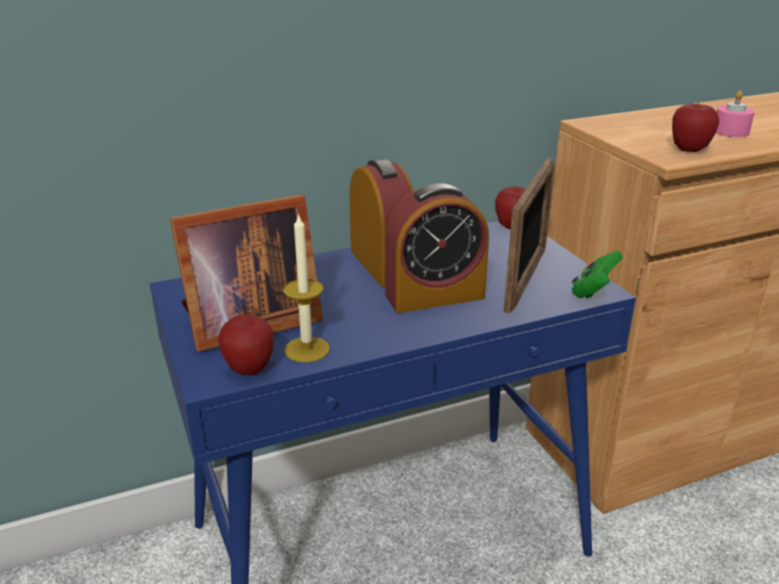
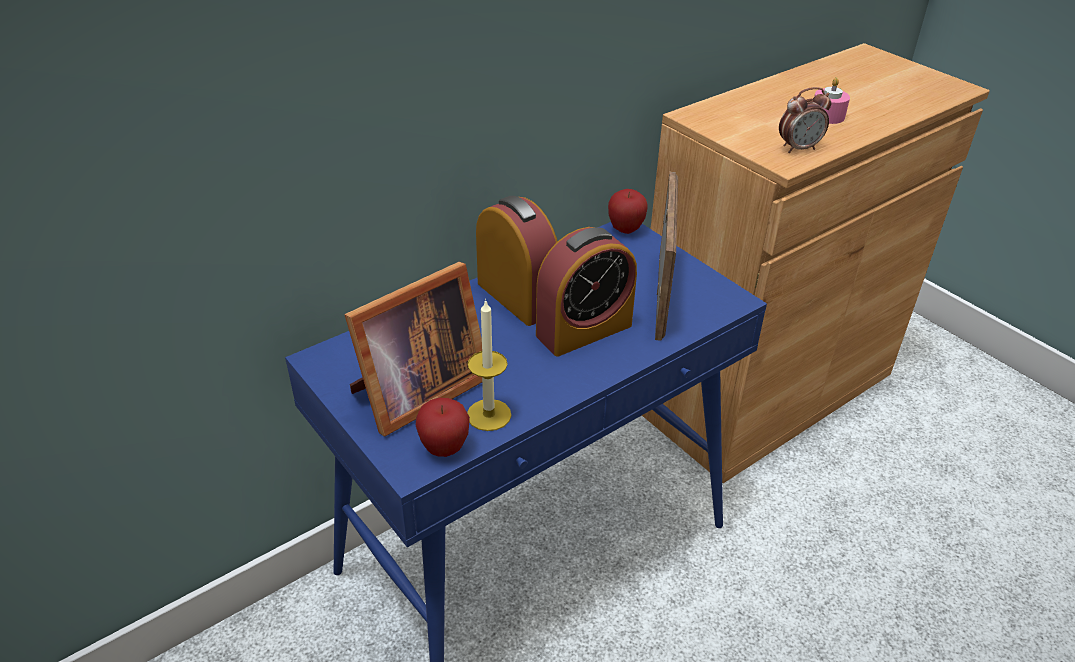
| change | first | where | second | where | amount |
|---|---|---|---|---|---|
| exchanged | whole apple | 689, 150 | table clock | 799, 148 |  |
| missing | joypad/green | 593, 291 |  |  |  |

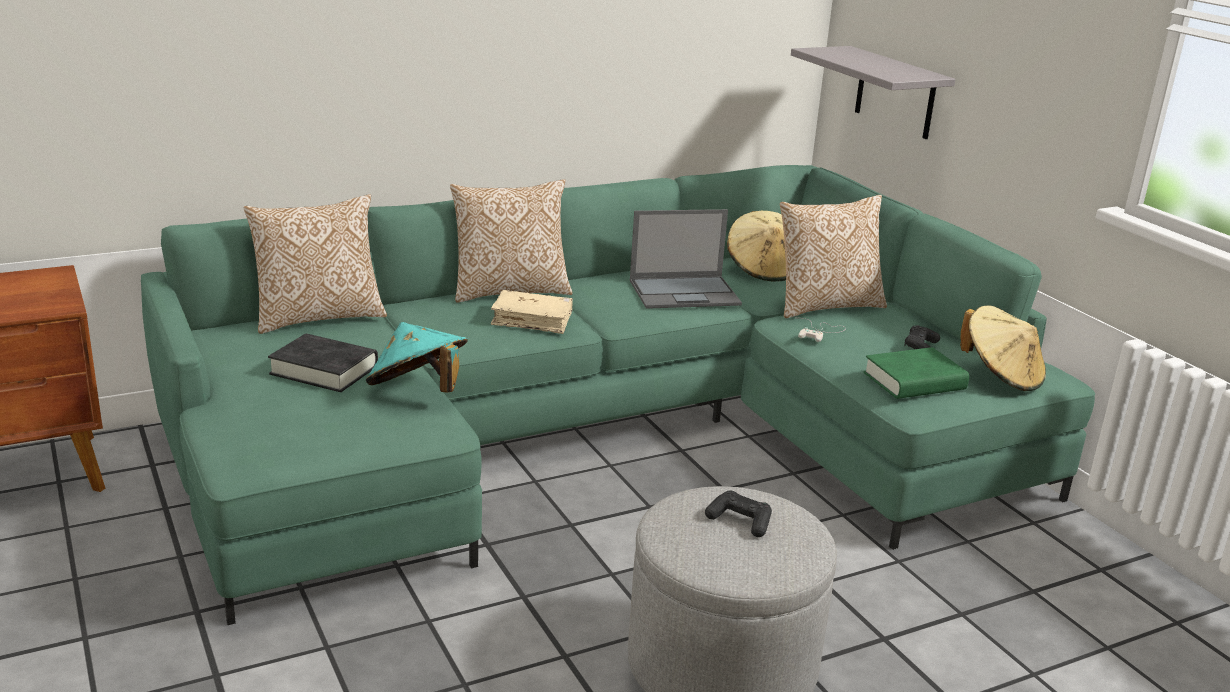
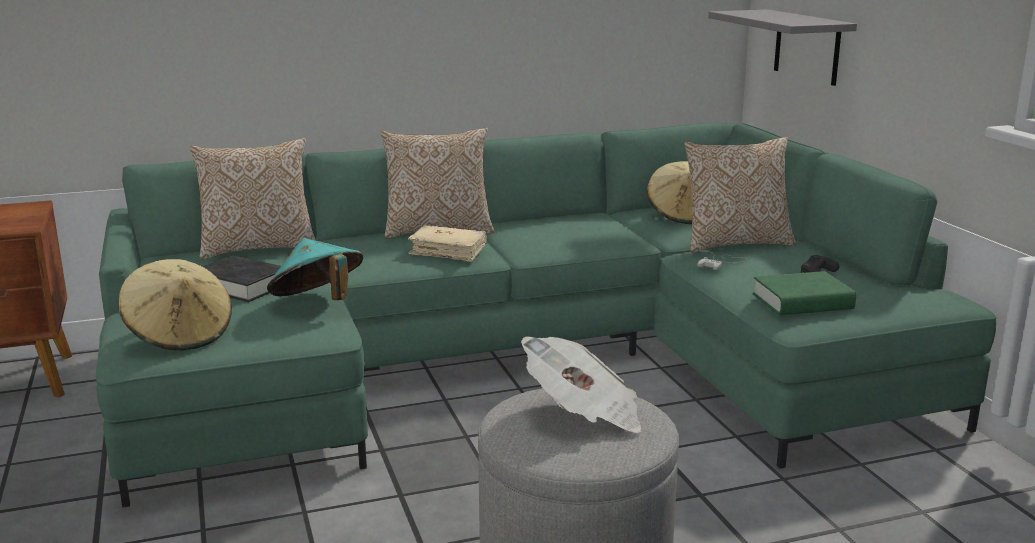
| change | first | where | second | where | amount |
|---|---|---|---|---|---|
| relocated | wearable hat/beige | 1000, 376 |  | 180, 335 |  |
| exchanged | joypad/blackish | 740, 521 | newspaper | 584, 414 |  |
| missing | portable computer | 685, 292 |  |  |  |

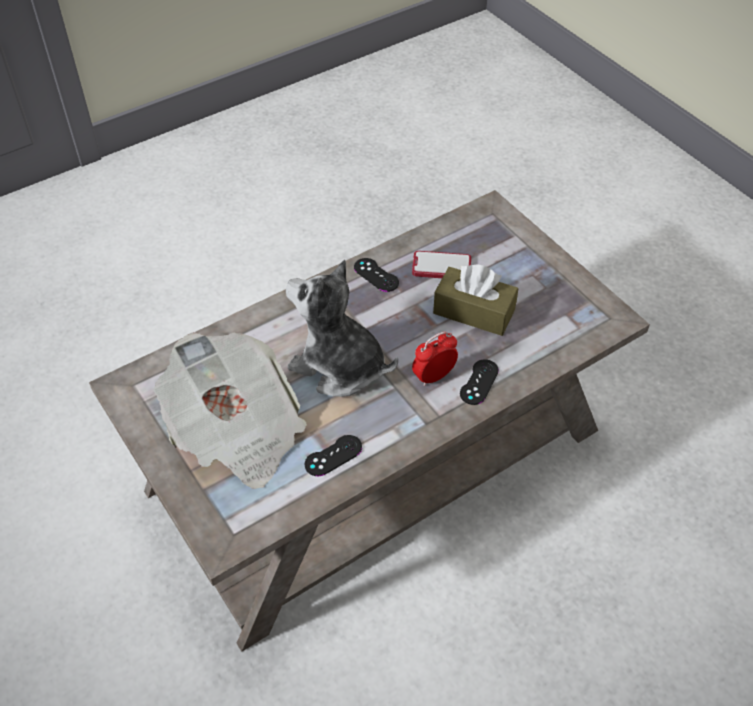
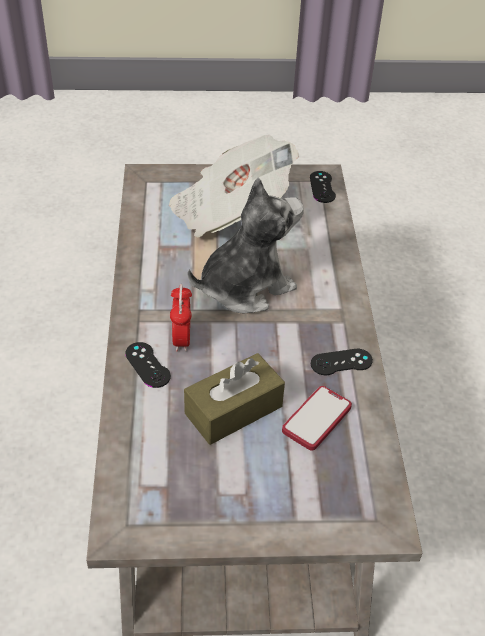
| change | first | where | second | where | amount |
|---|---|---|---|---|---|
| relocated | joypad/blackish | 333, 456 |  | 322, 187 |  |

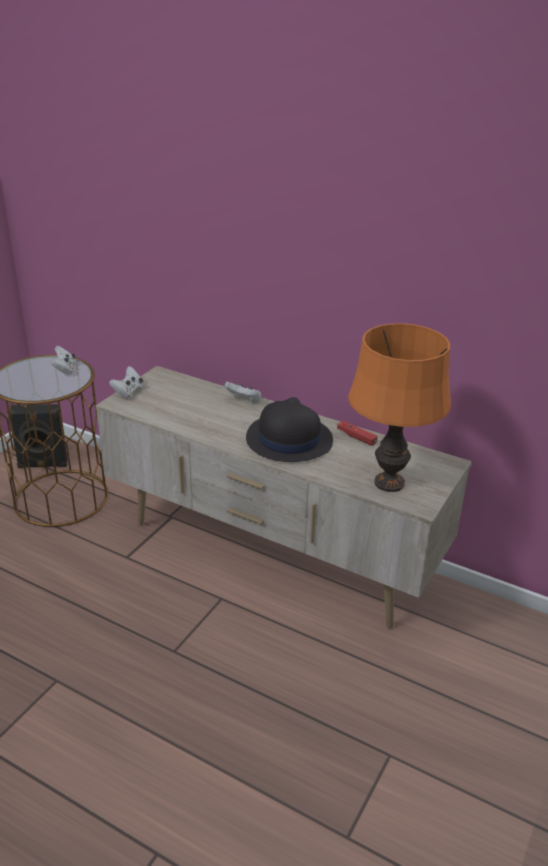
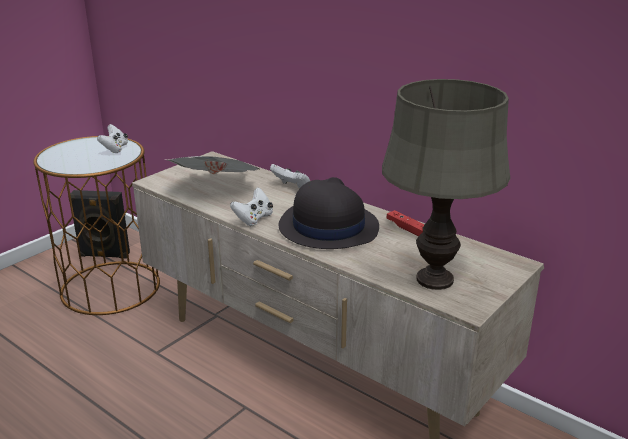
| change | first | where | second | where | amount |
|---|---|---|---|---|---|
| appeared |  |  | newspaper | 217, 189 |  |
| relocated | joypad/whitish | 128, 392 |  | 254, 219 |  |
| colour | lamp for a table/orange-coloured | 389, 483 | lamp for a table/greyish | 434, 280 |  |

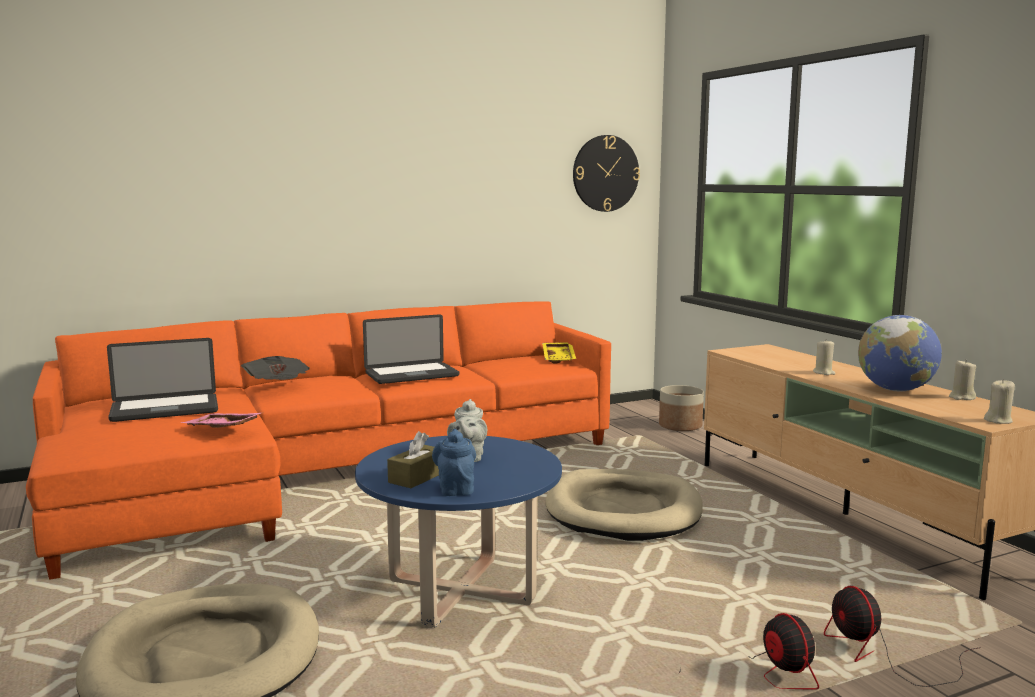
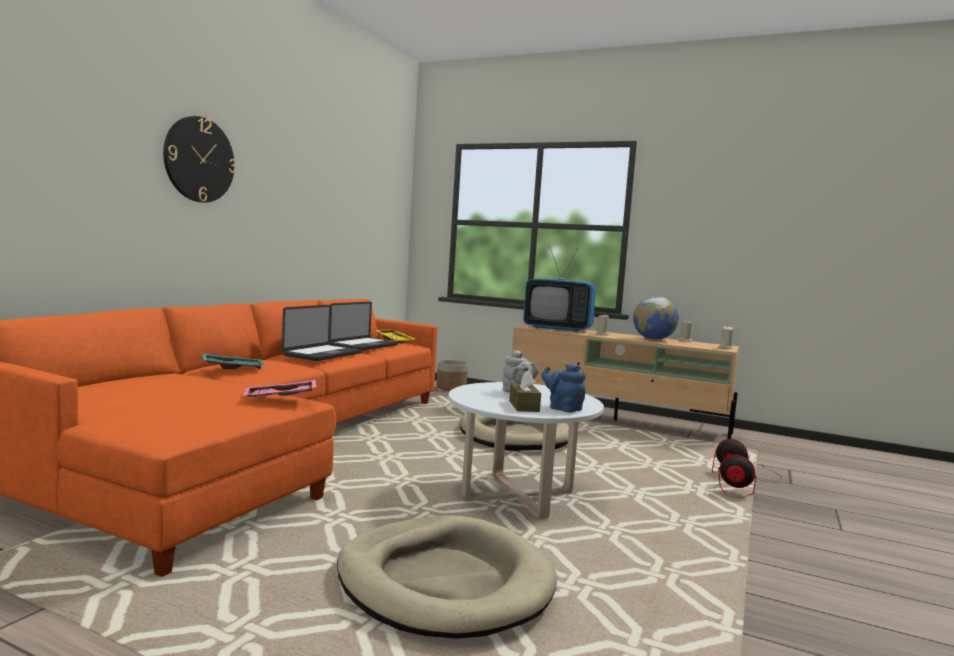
| change | first | where | second | where | amount |
|---|---|---|---|---|---|
| relocated | wall clock | 605, 173 |  | 199, 160 |  |
| exchanged | newspaper | 278, 387 | serving tray/blue-green | 233, 368 |  |
| relocated | portable computer | 165, 409 |  | 364, 345 |  |
| colour | low table/blue | 461, 591 | low table/whitish | 518, 496 |  |
| appeared |  |  | TV | 557, 329 |  |

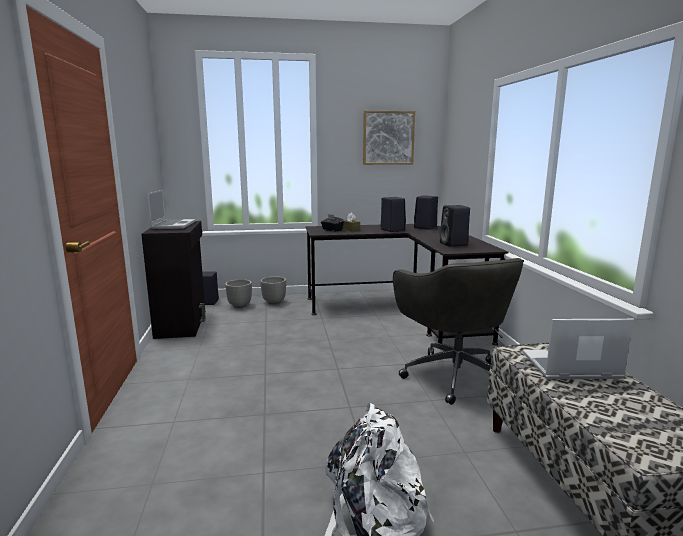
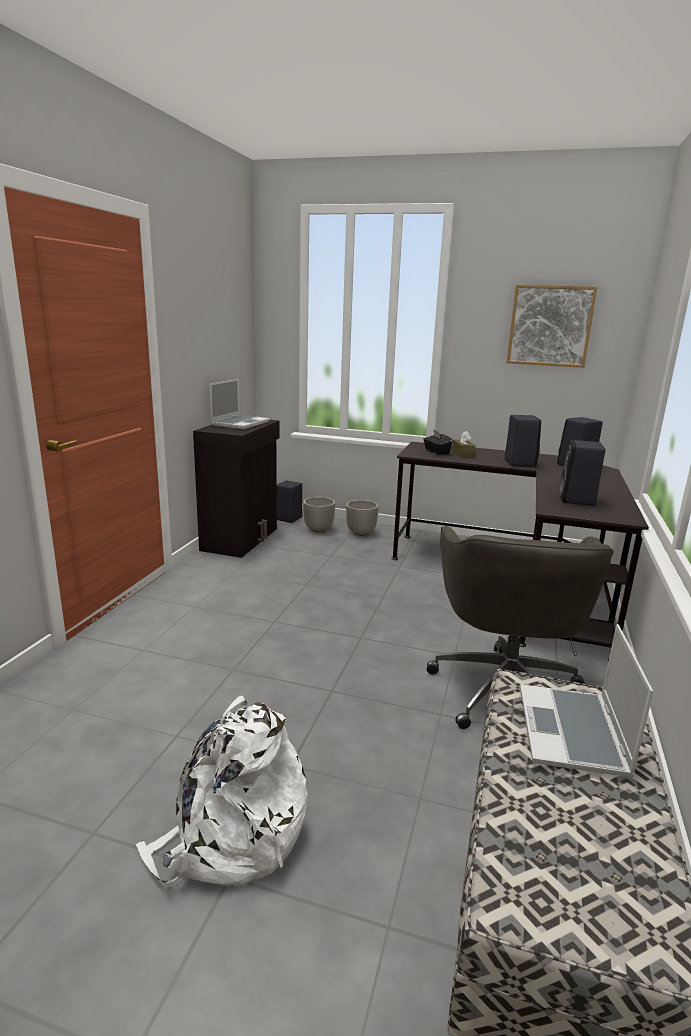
| change | first | where | second | where | amount |
|---|---|---|---|---|---|
| spun | portable computer | 570, 367 |  | 573, 733 | 105 degrees counterclockwise |

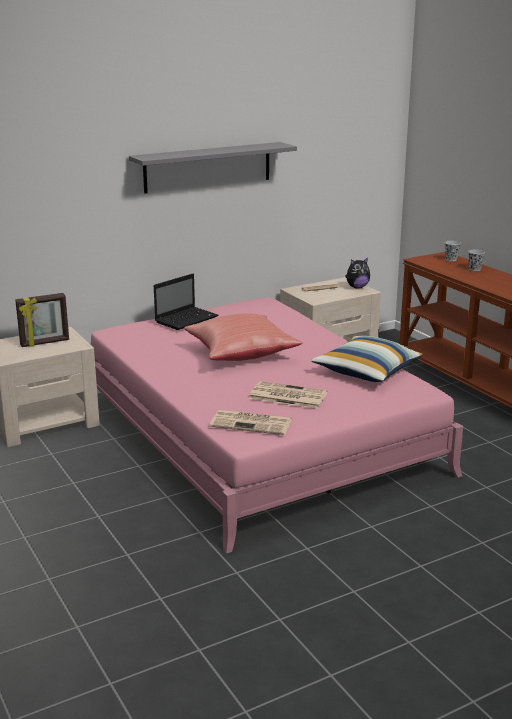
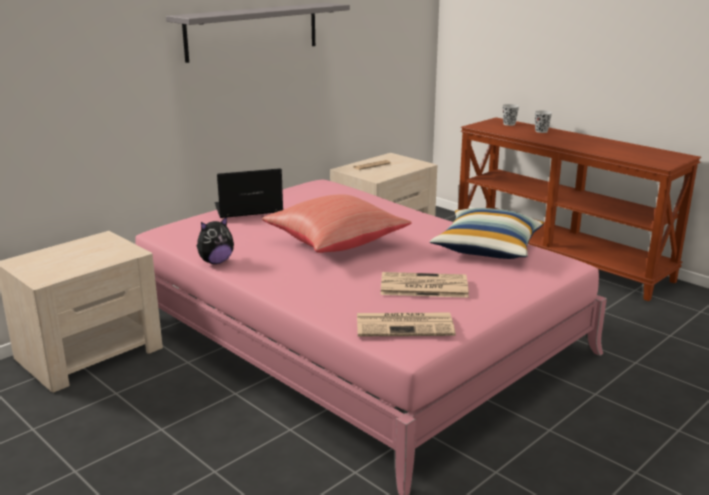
| change | first | where | second | where | amount |
|---|---|---|---|---|---|
| relocated | soft toy | 357, 287 |  | 215, 262 |  |
| spun | portable computer | 187, 319 |  | 247, 209 | 135 degrees counterclockwise |
| missing | picture frame | 45, 343 |  |  |  |

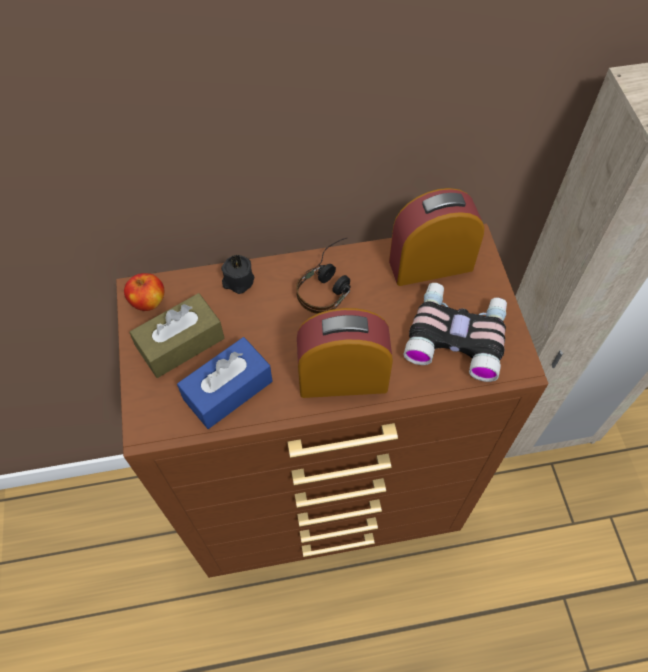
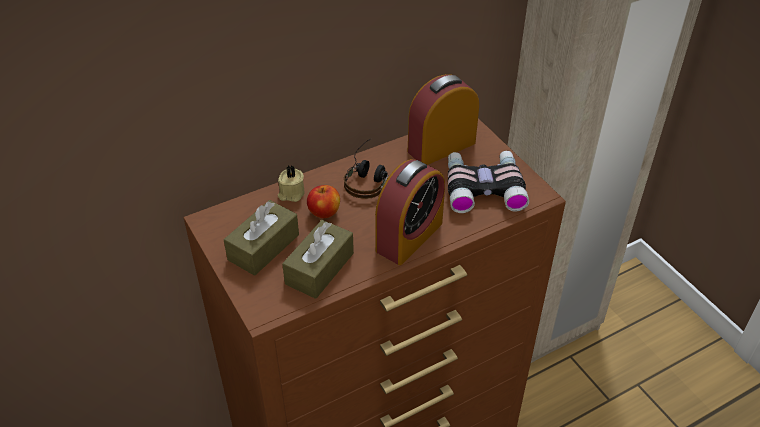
| change | first | where | second | where | amount |
|---|---|---|---|---|---|
| colour | candle/blackish | 238, 281 | candle/beige | 291, 193 |  |
| colour | tissue box/blue | 228, 390 | tissue box/brown-coloured | 319, 268 |  |
| relocated | whole apple | 149, 302 |  | 324, 212 |  |
| spun | table clock | 343, 378 |  | 409, 237 | 150 degrees clockwise |

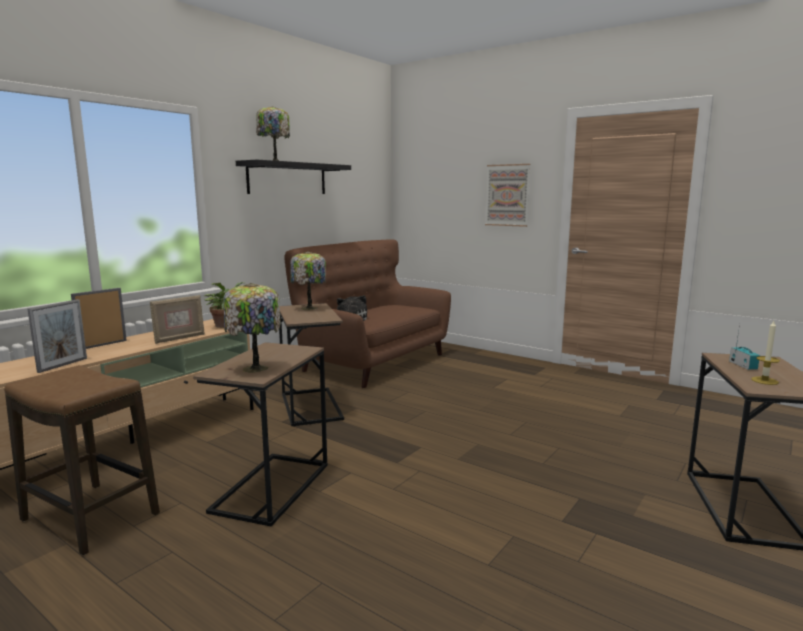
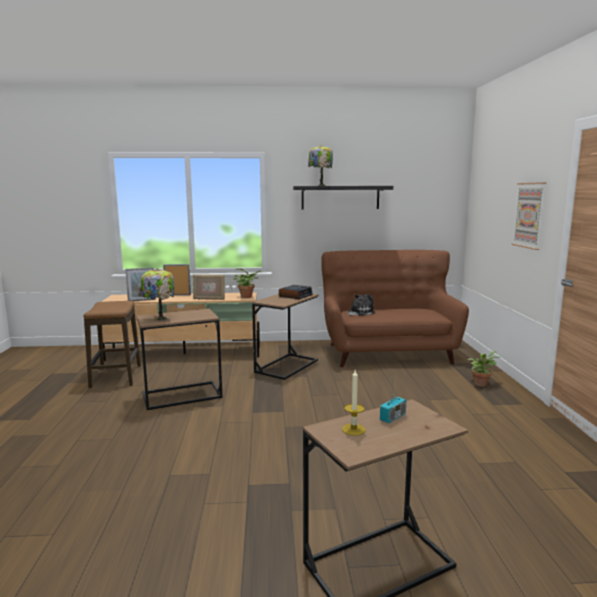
| change | first | where | second | where | amount |
|---|---|---|---|---|---|
| exchanged | lamp for a table | 309, 308 | table clock | 295, 295 |  |
| appeared |  |  | potted plant | 481, 383 |  |

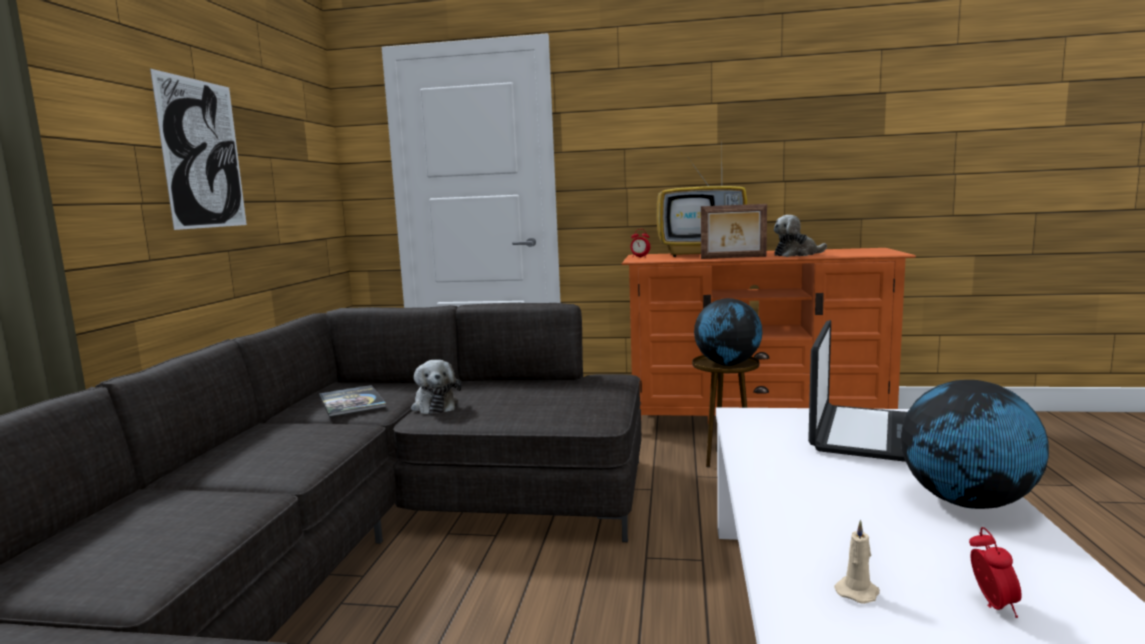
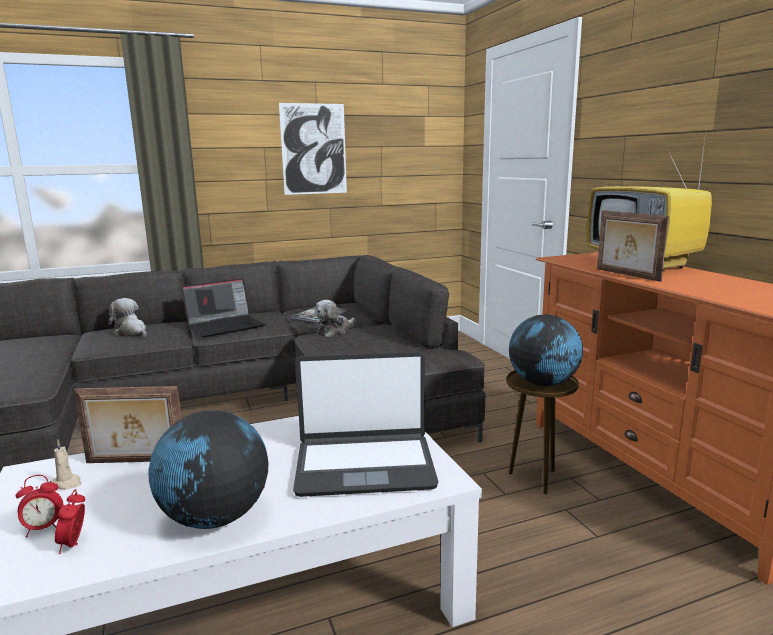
| change | first | where | second | where | amount |
|---|---|---|---|---|---|
| relocated | table clock | 640, 257 |  | 74, 544 |  |
| appeared |  |  | picture frame | 135, 462 |  |
| relocated | soft toy | 797, 255 |  | 131, 333 |  |
| appeared |  |  | portable computer | 226, 326 |  |

